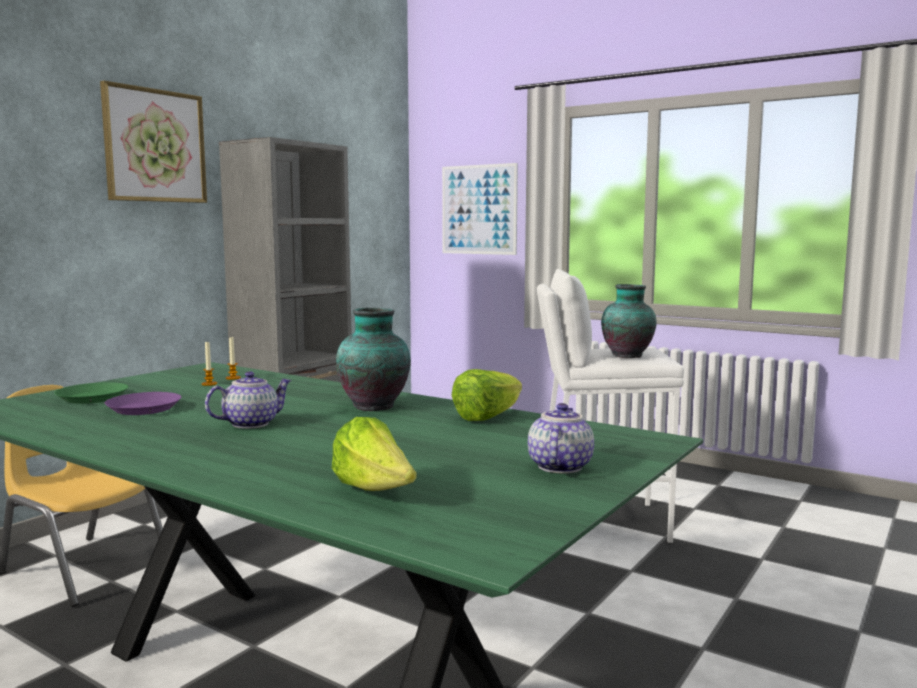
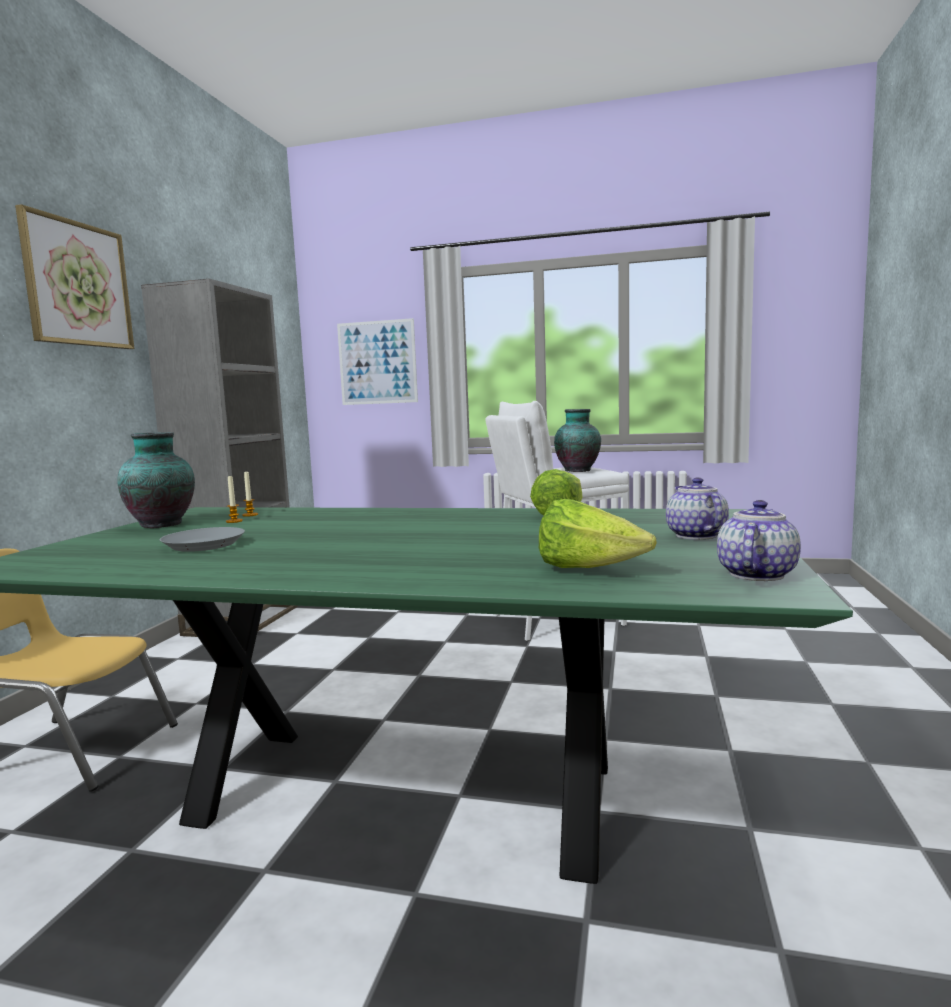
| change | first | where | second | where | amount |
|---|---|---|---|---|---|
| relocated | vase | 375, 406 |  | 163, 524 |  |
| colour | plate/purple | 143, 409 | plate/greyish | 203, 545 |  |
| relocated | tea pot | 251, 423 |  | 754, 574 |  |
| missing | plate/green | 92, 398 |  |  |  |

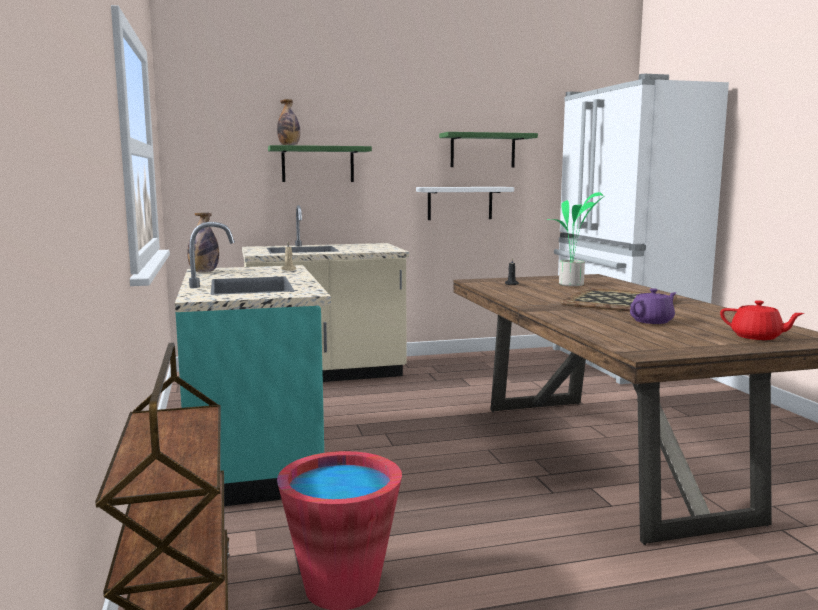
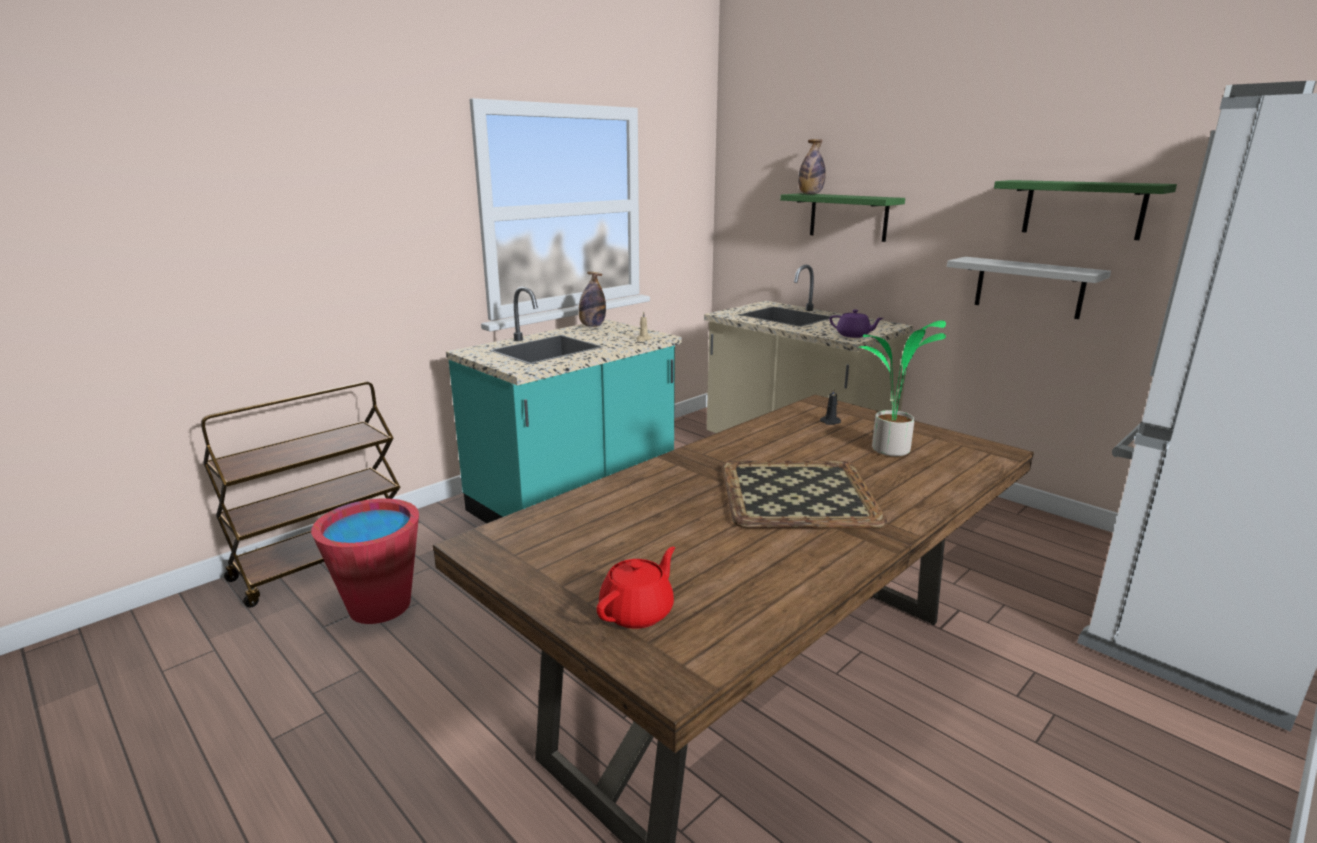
| change | first | where | second | where | amount |
|---|---|---|---|---|---|
| spun | tea pot/red-coloured | 757, 337 |  | 638, 612 | 150 degrees counterclockwise |
| relocated | tea pot/purple | 652, 321 |  | 853, 335 |  |

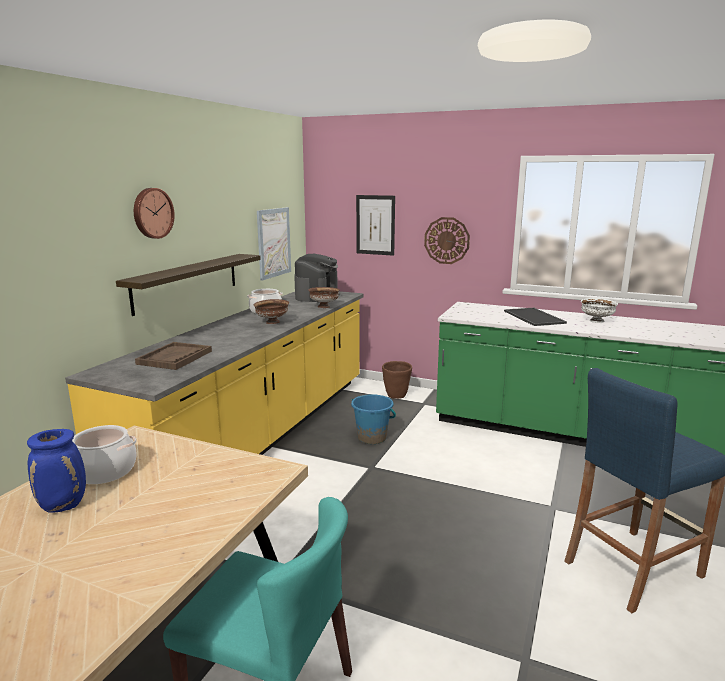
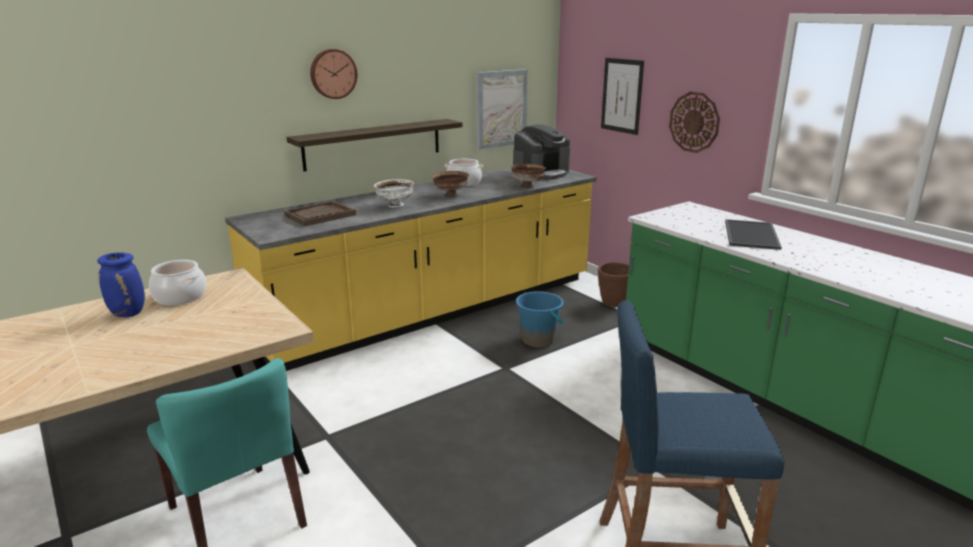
| change | first | where | second | where | amount |
|---|---|---|---|---|---|
| relocated | serving bowl/whitish | 597, 321 |  | 395, 205 |  |

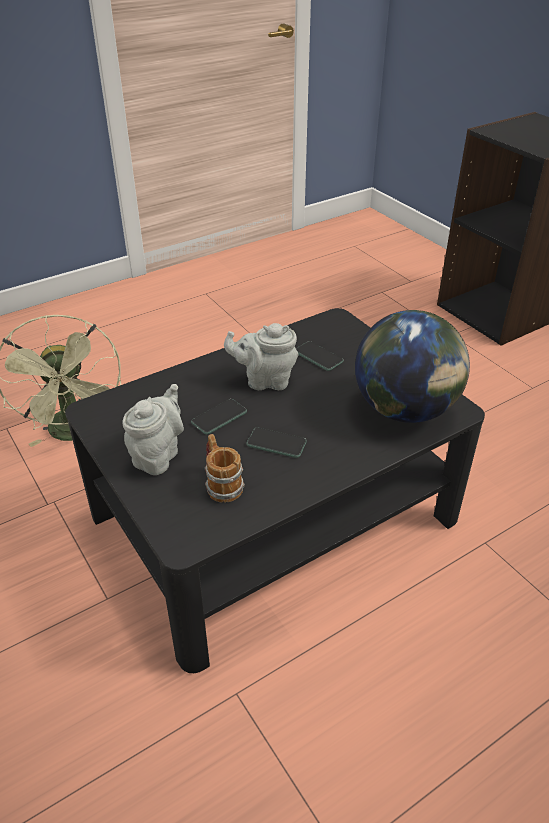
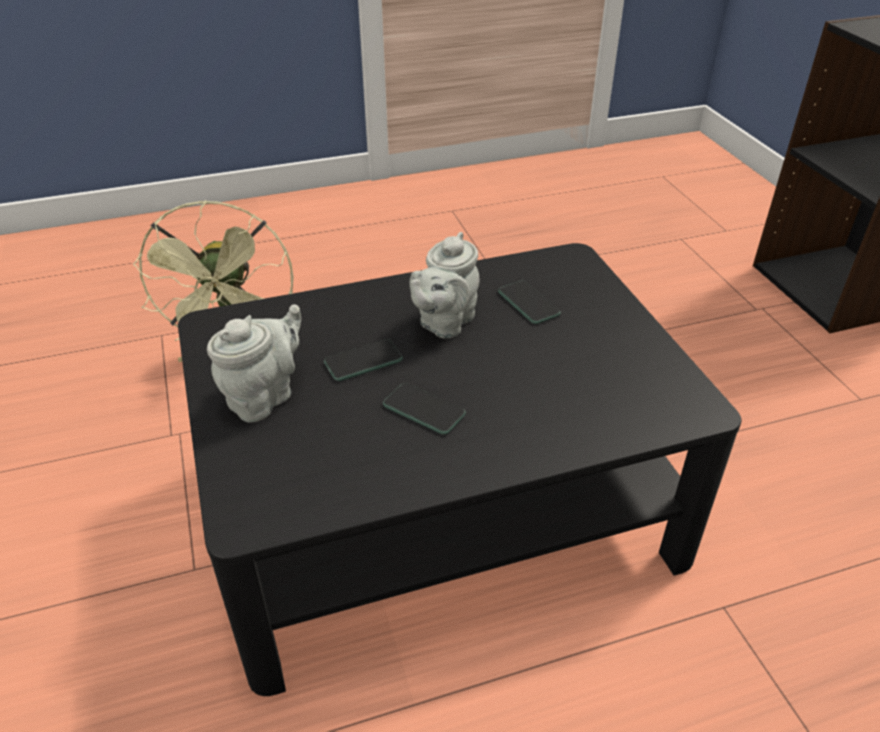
| change | first | where | second | where | amount |
|---|---|---|---|---|---|
| spun | tea pot/greyish | 265, 380 |  | 444, 323 | 75 degrees counterclockwise |
| missing | tea mug | 221, 484 |  |  |  |
| missing | desk globe | 405, 409 |  |  |  |

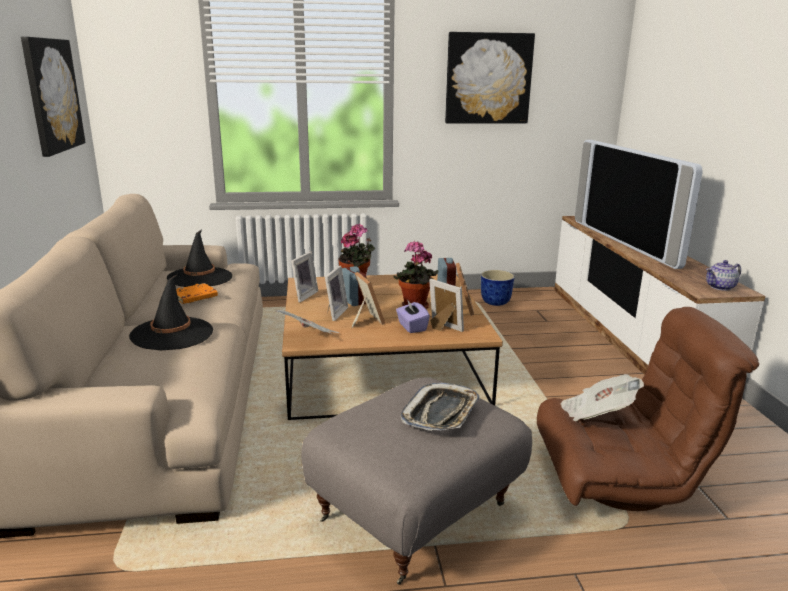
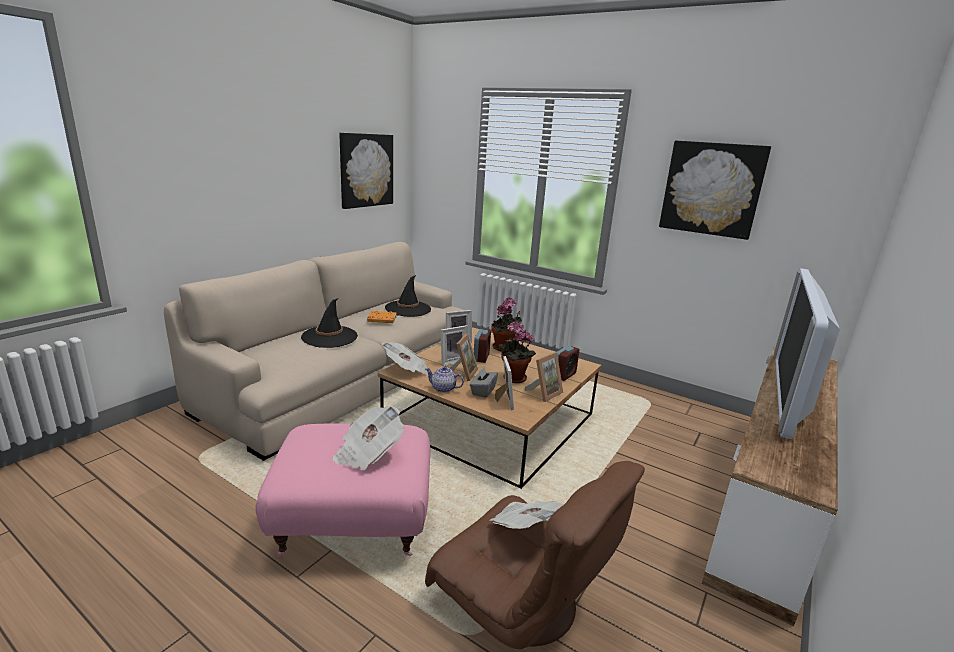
| change | first | where | second | where | amount |
|---|---|---|---|---|---|
| colour | pouffe/greyish | 417, 515 | pouffe/pink | 352, 525 |  |
| exchanged | serving tray | 441, 413 | newspaper | 368, 453 |  |
| relocated | tea pot | 720, 287 |  | 443, 389 |  |
| colour | tissue box/purple | 411, 327 | tissue box/greyish | 483, 391 |  |
| missing | planter | 496, 302 |  |  |  |

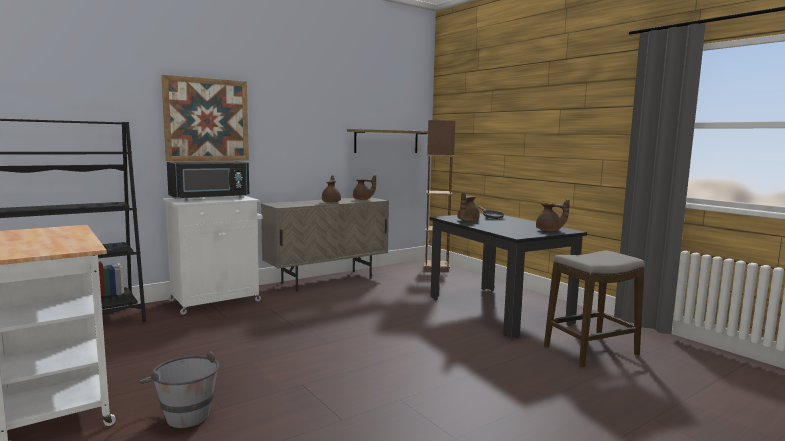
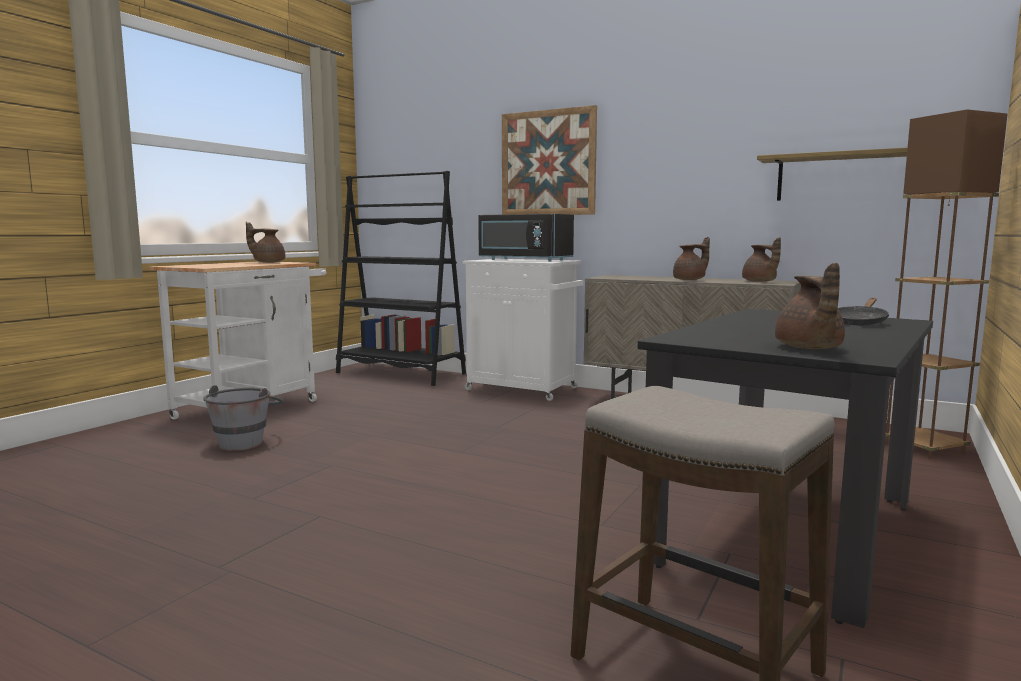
| change | first | where | second | where | amount |
|---|---|---|---|---|---|
| relocated | tea pot/brown-coloured | 467, 221 |  | 268, 262 |  |

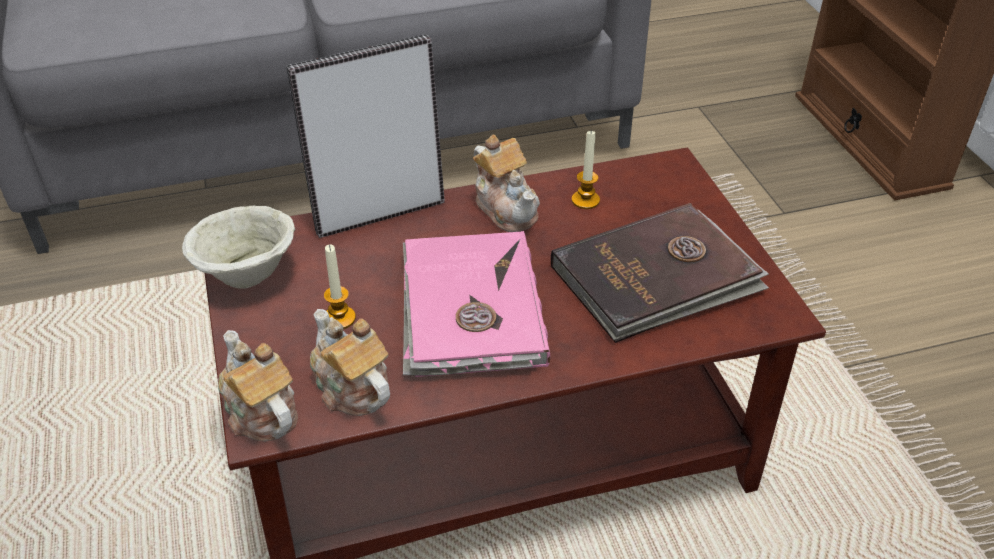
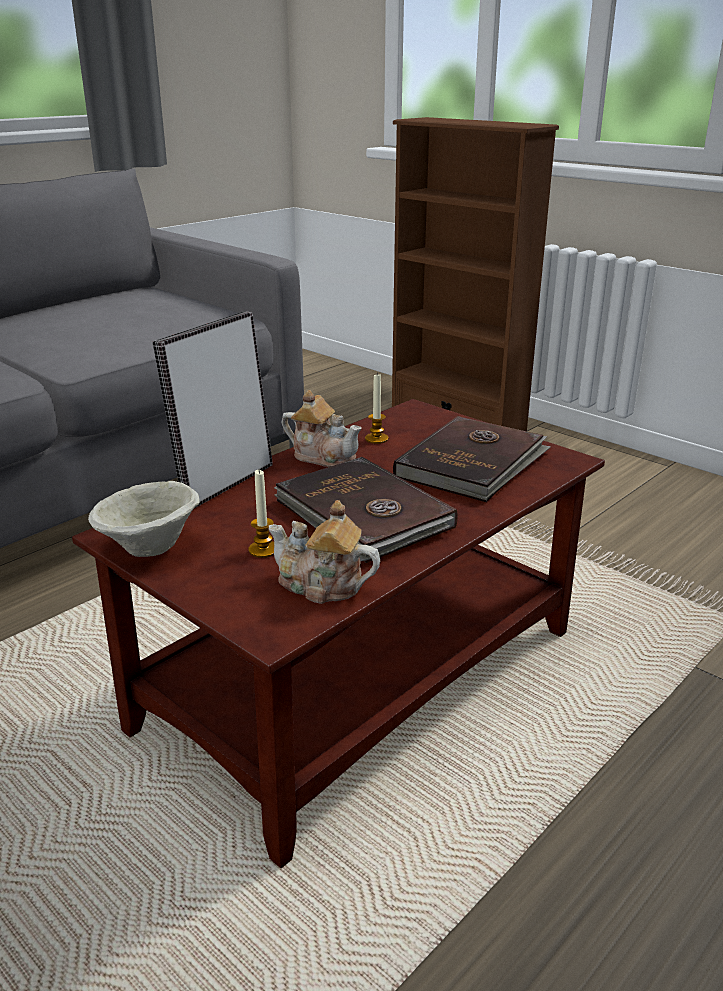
| change | first | where | second | where | amount |
|---|---|---|---|---|---|
| colour | volume/pink | 469, 310 | volume/brown-coloured | 362, 515 |  |
| missing | tea pot | 260, 412 |  |  |  |

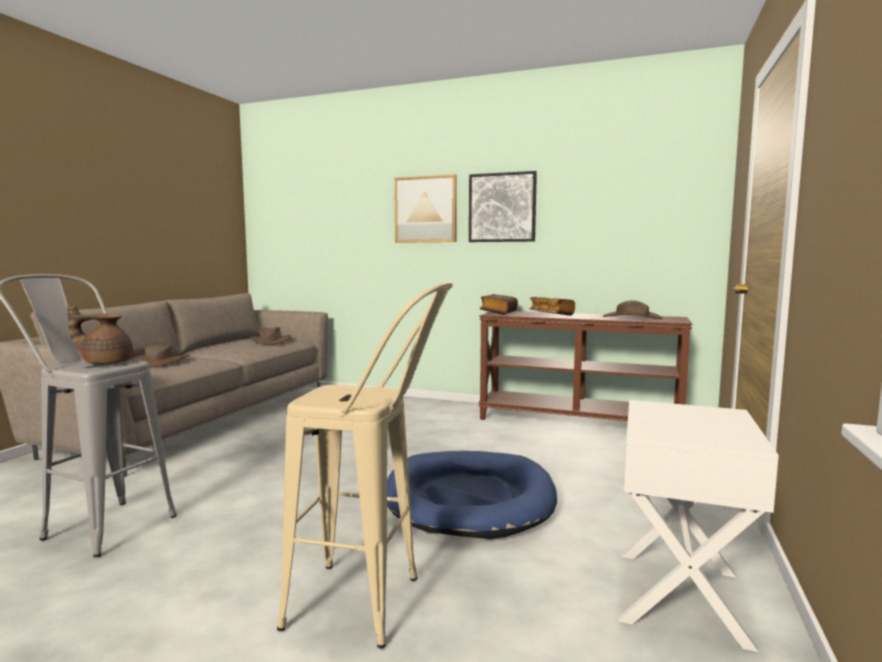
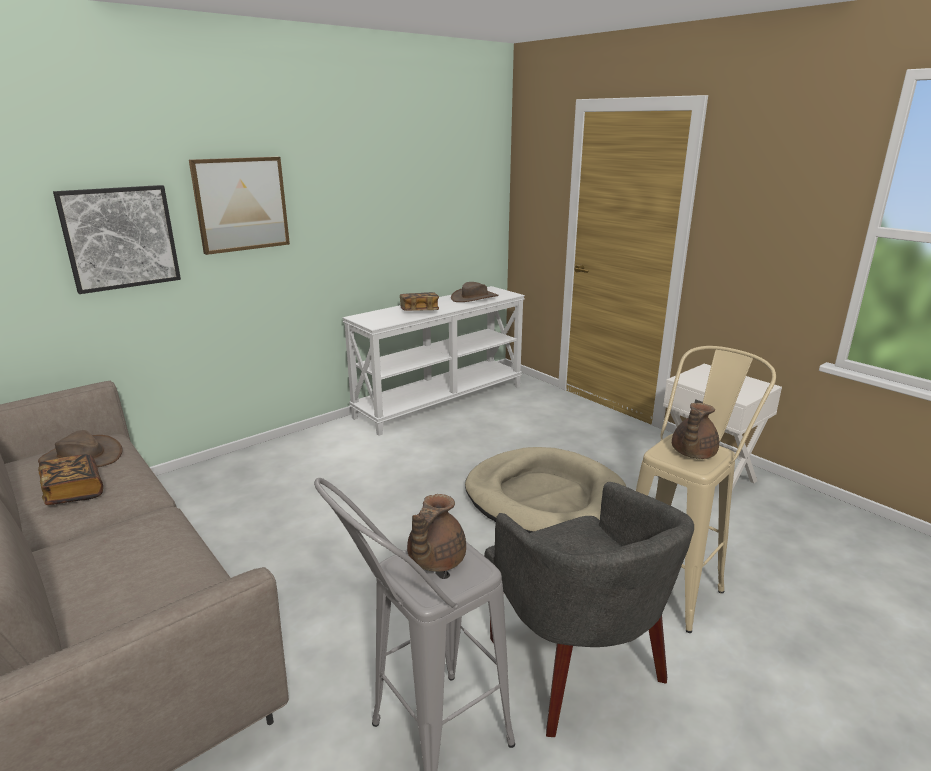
| change | first | where | second | where | amount |
|---|---|---|---|---|---|
| relocated | volume | 498, 312 |  | 74, 492 |  |
| relocated | wall picture | 502, 207 |  | 120, 238 |  |
| colour | console table/brown-coloured | 578, 421 | console table/whitish | 440, 401 |  |
| colour | pet bed/blue | 469, 498 | pet bed/beige | 544, 497 |  |
| appeared |  |  | easy chair/greyish | 577, 667 |  |
| appeared |  |  | tea pot/brown-coloured | 692, 453 |  |
| missing | wearable hat/brown-coloured | 161, 362 |  |  |  |

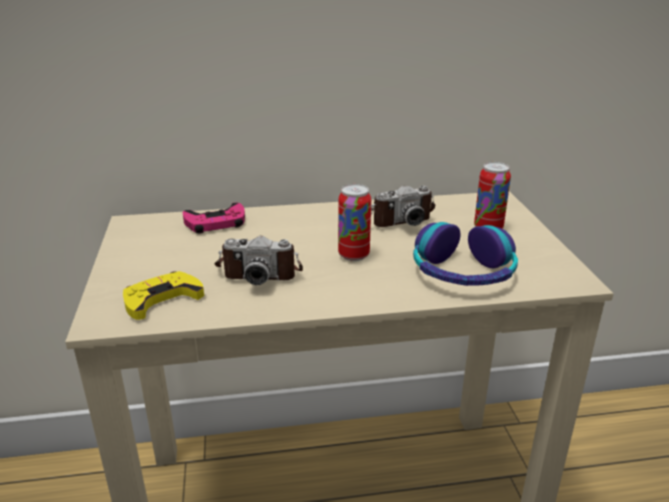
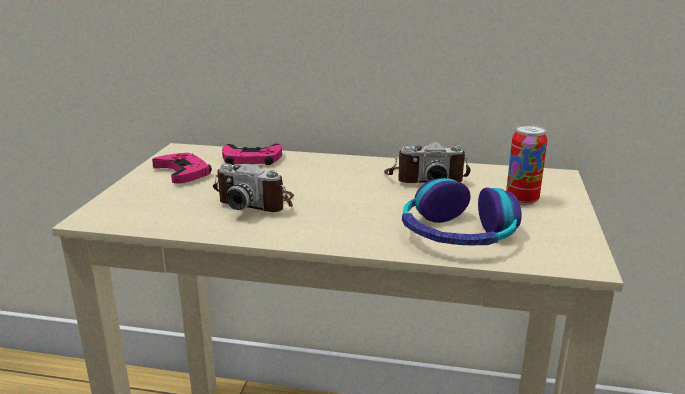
| change | first | where | second | where | amount |
|---|---|---|---|---|---|
| appeared |  |  | joypad/pink | 183, 172 |  |
| missing | joypad/yellowish | 162, 299 |  |  |  |
| missing | sealed can | 353, 255 |  |  |  |

